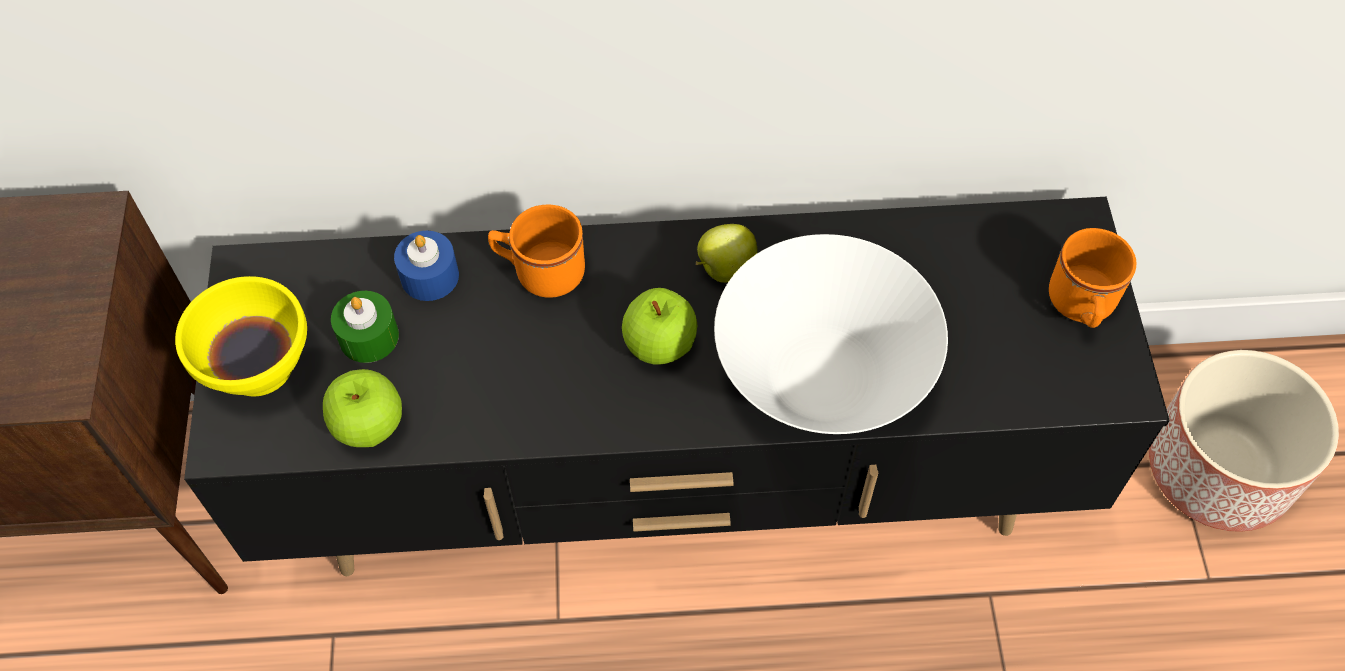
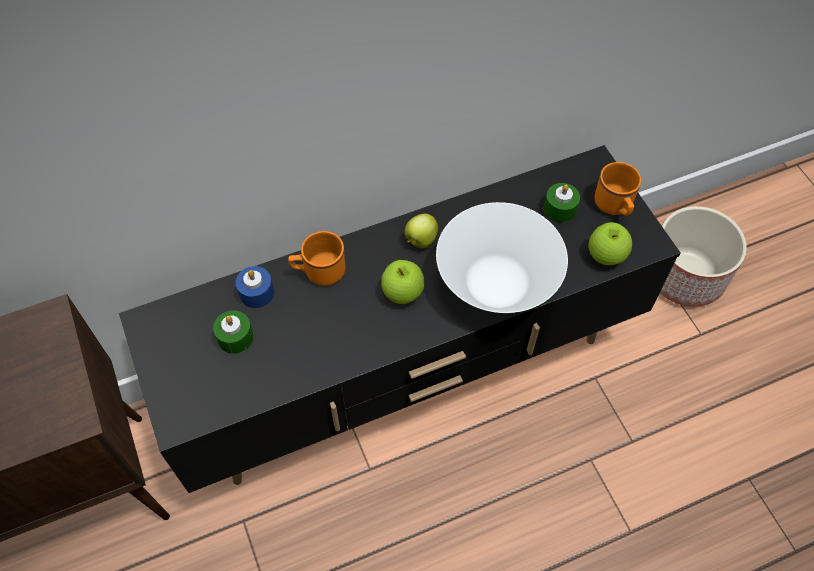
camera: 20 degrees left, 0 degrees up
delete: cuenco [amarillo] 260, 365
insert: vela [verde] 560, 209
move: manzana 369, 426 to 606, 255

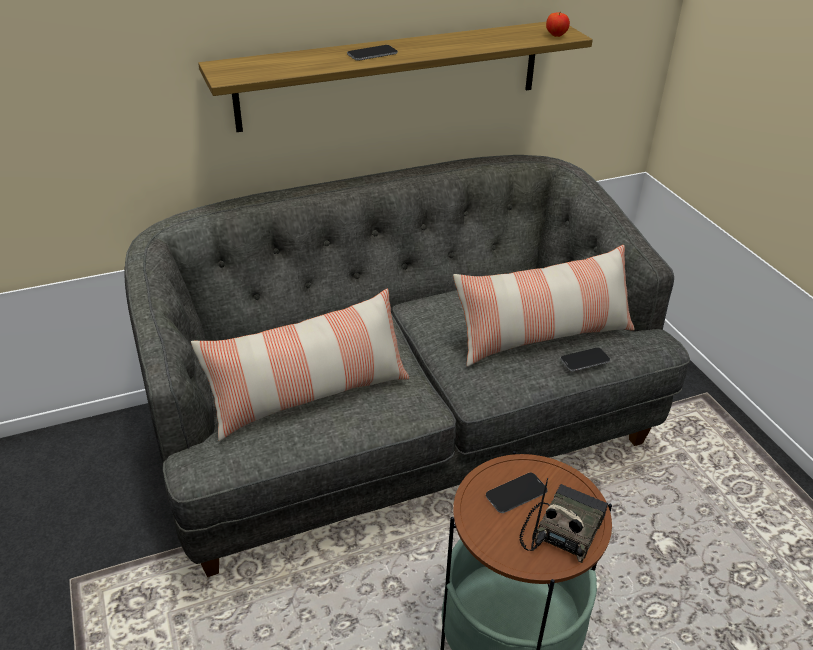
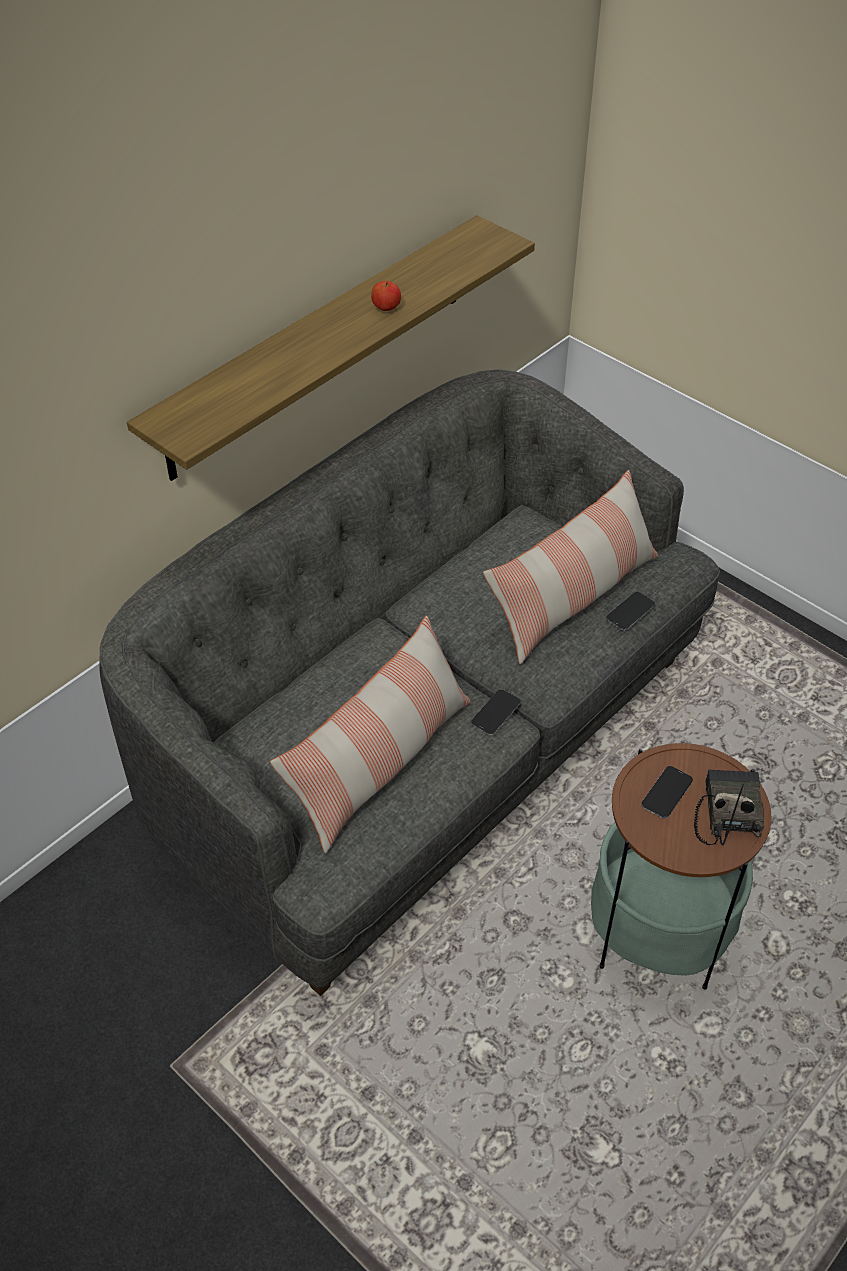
camera: 25 degrees left, 10 degrees up
move: móvil 372, 54 to 495, 713; manzana 556, 35 to 386, 308

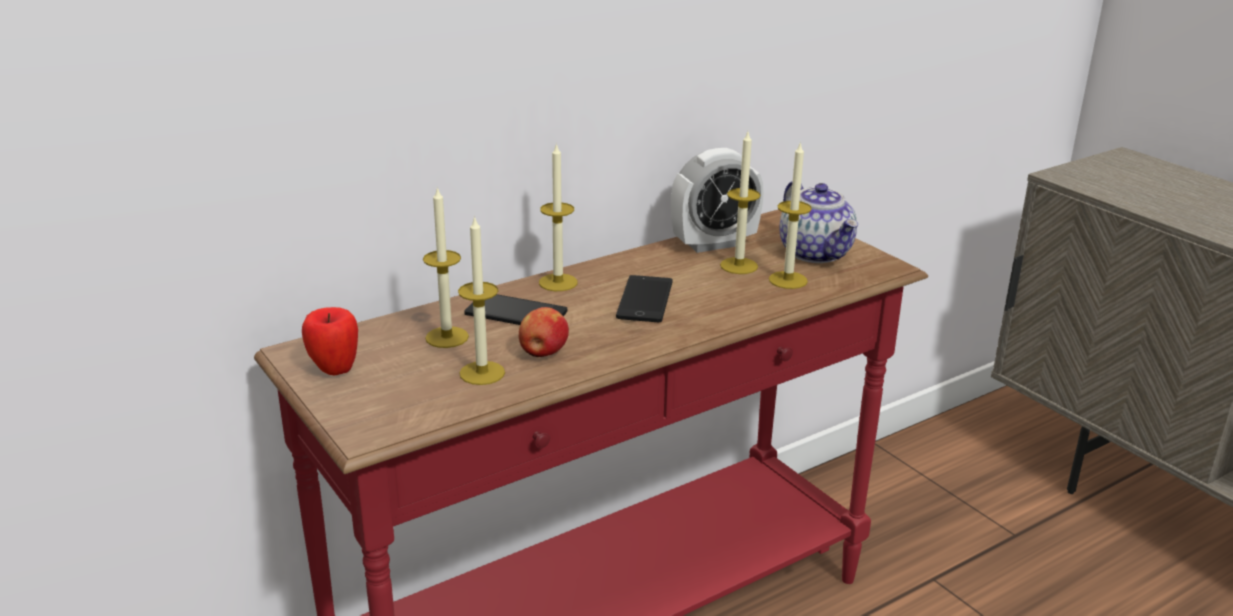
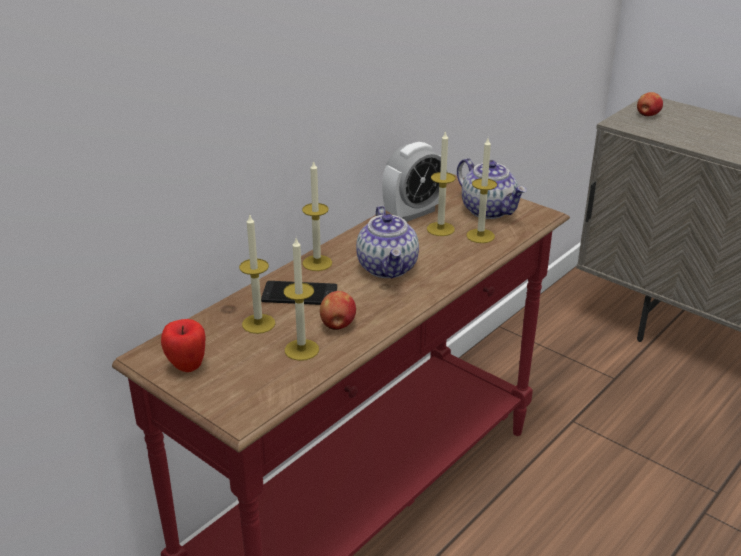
camera: 15 degrees left, 5 degrees up
insert: manzana 647, 115
replace: móvil 645, 300 to tetera 388, 268

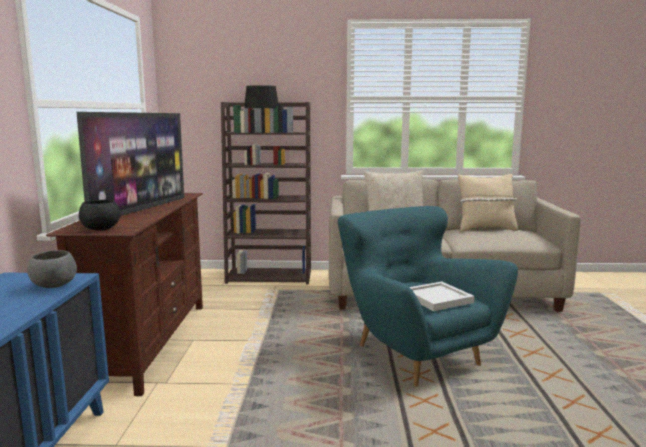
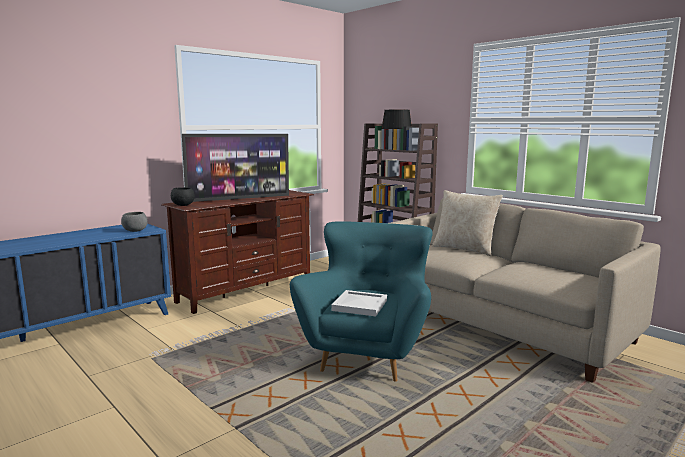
camera: 45 degrees right, 0 degrees up
delete: cojín [beis] 485, 229

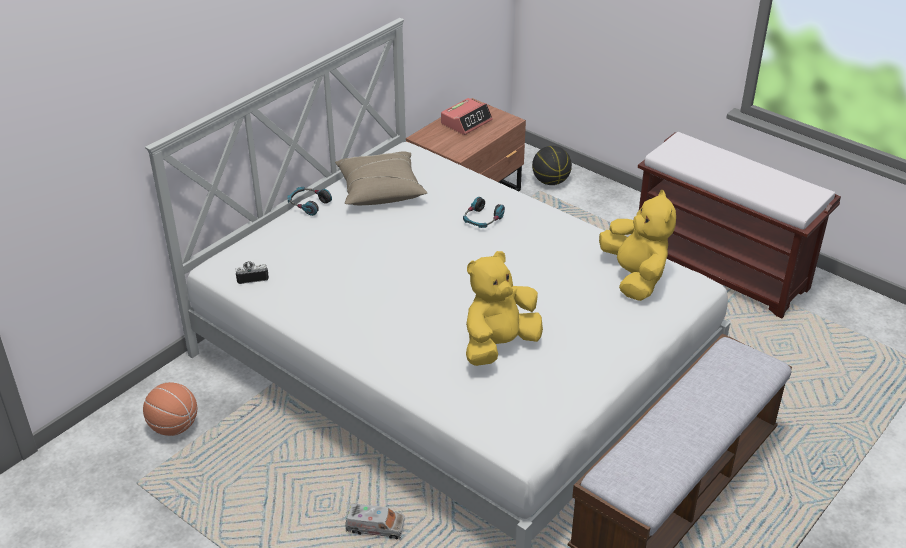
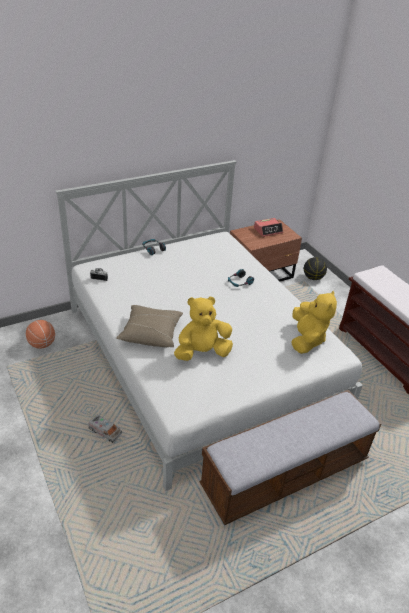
camera: 20 degrees right, 0 degrees up
move: cojín [beis] 380, 190 to 151, 333

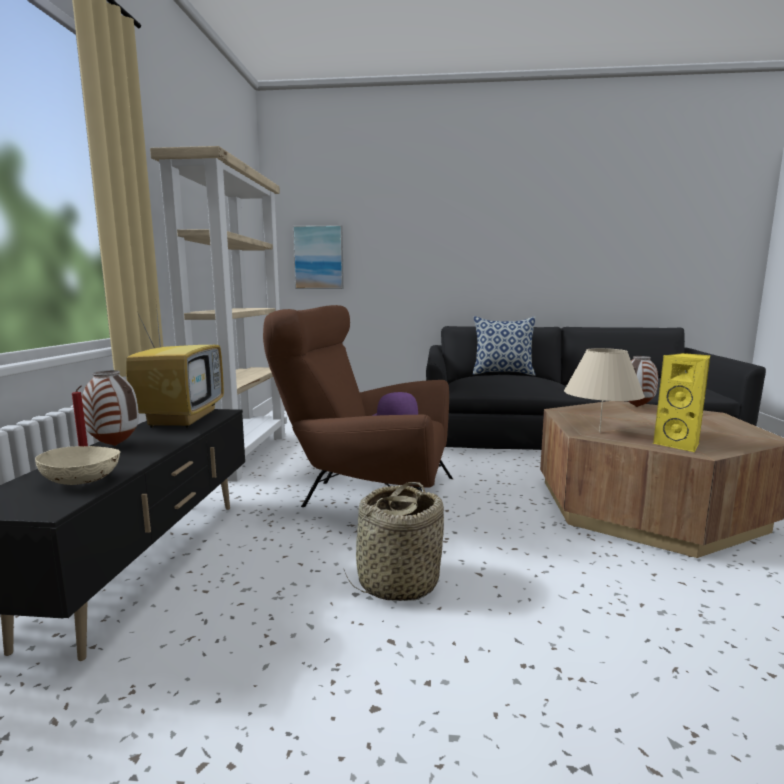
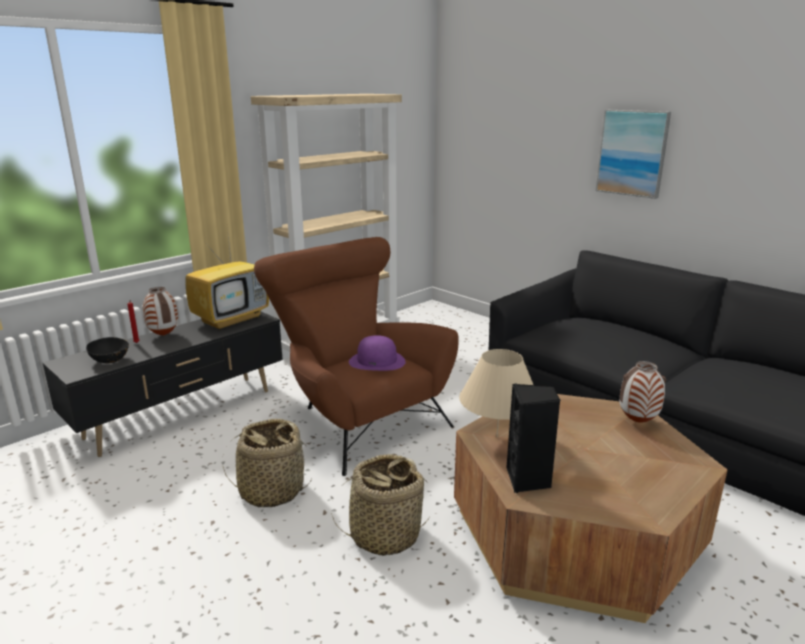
camera: 40 degrees right, 10 degrees up
delete: cojín 503, 373
insert: cesta 384, 534
move: cuadro 318, 257 to 632, 153
recolor: cuenco [beis] 83, 481 to cuenco [negro] 111, 360; altavoz [amarillo] 679, 444 to altavoz [negro] 528, 480

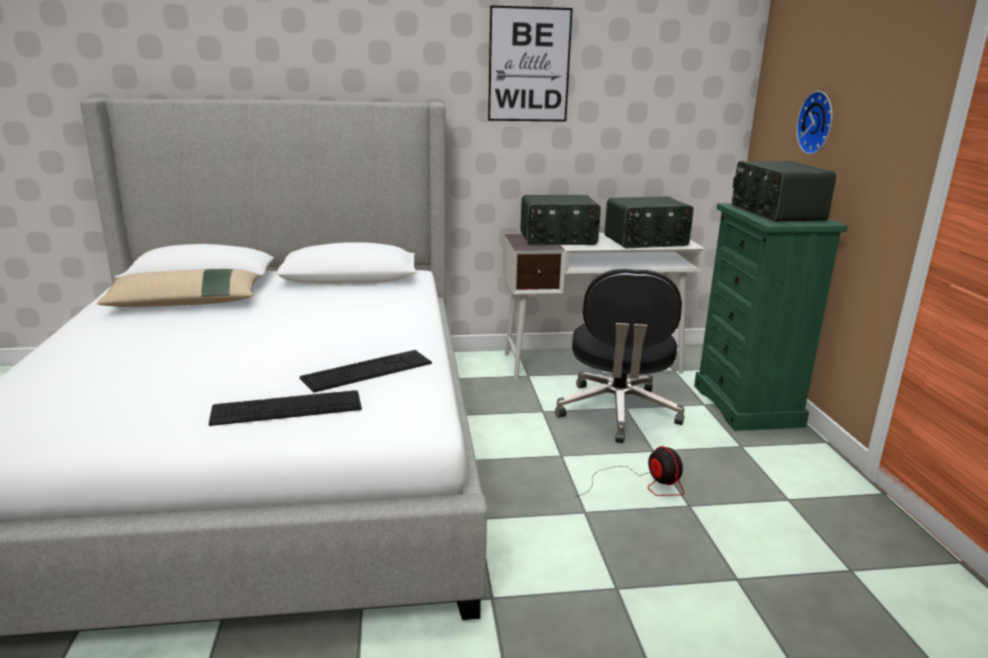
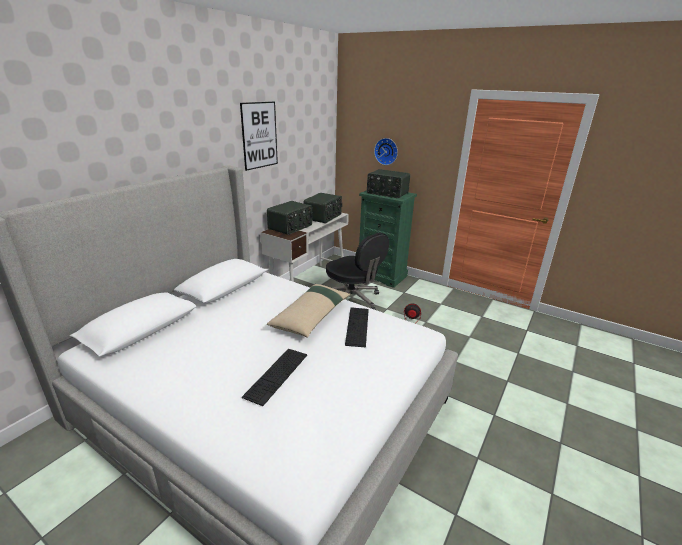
camera: 50 degrees left, 5 degrees up
move: cojín [beis] 185, 303 to 311, 316; teclado 287, 408 to 276, 375

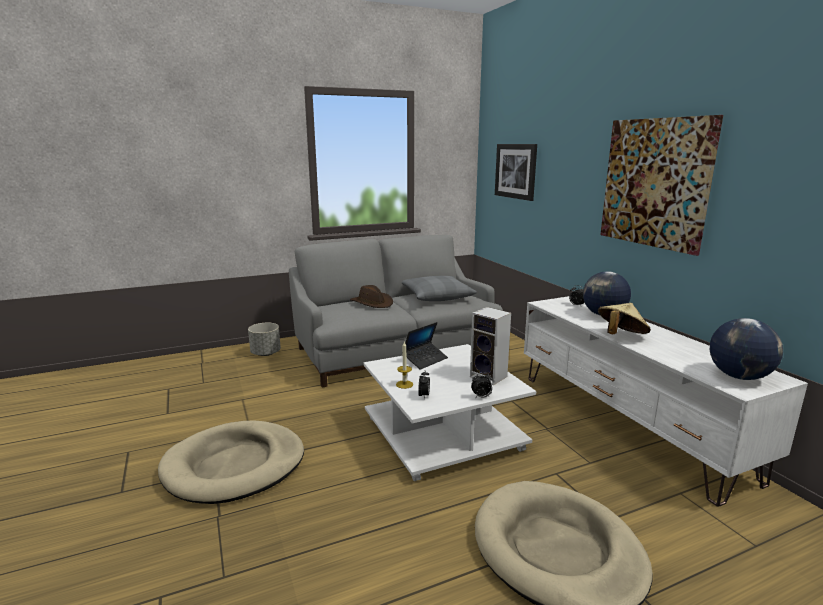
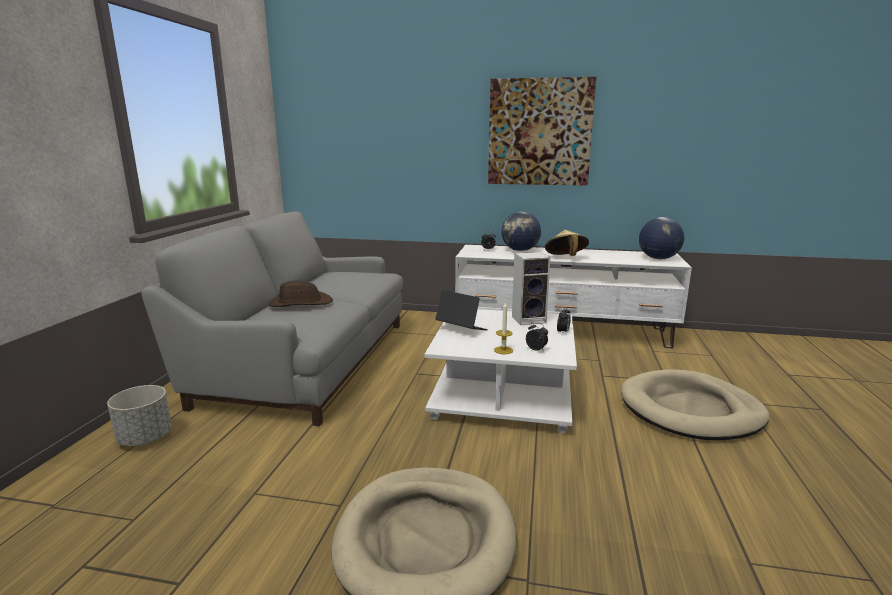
camera: 55 degrees left, 0 degrees up
delete: cojín [gris] 436, 296; cuadro 516, 171
rotate: portátil 425, 359 = 461, 329 45 degrees counterclockwise

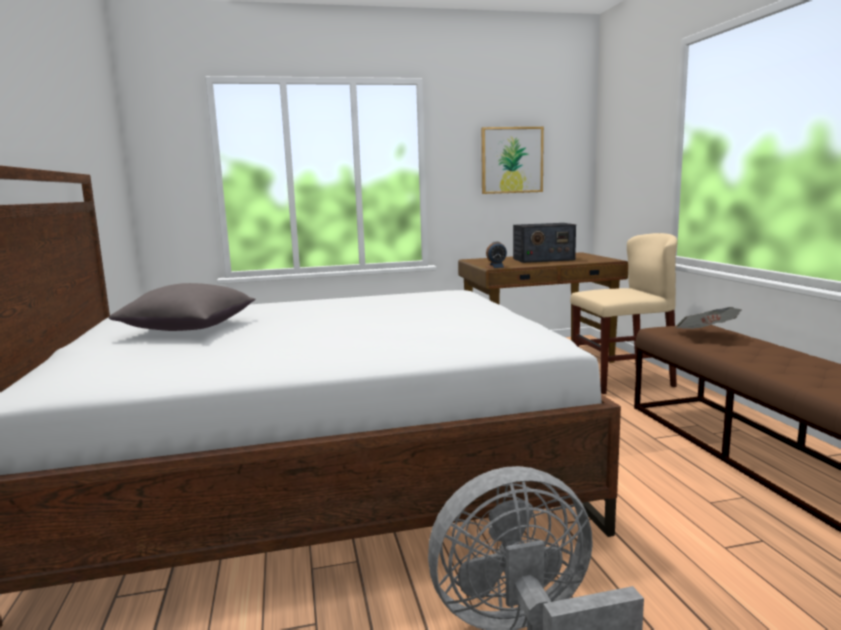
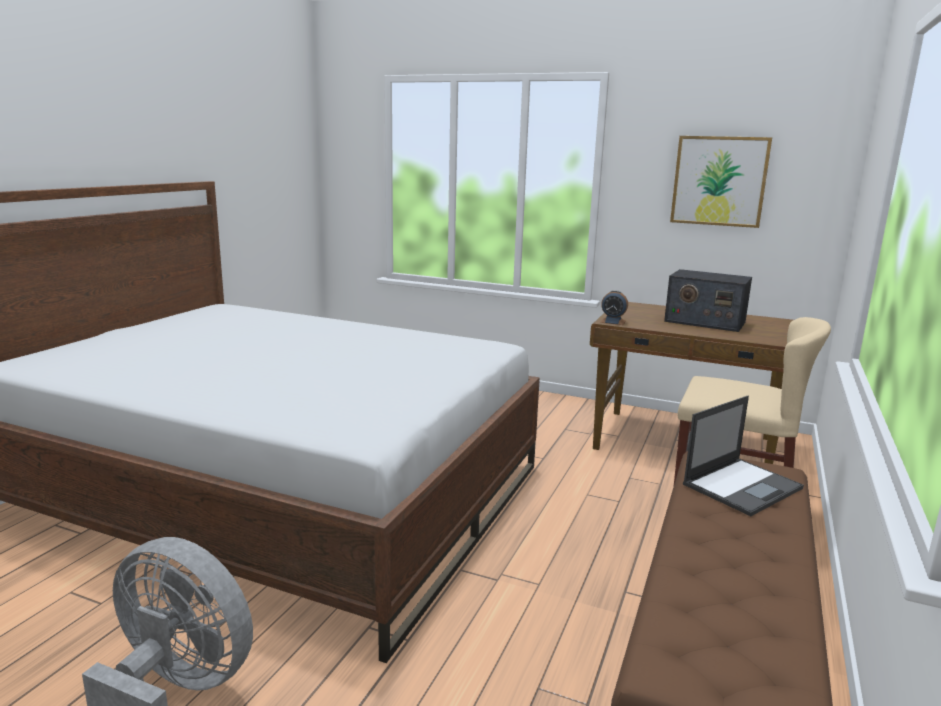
camera: 35 degrees right, 5 degrees up
delete: cojín [gris] 190, 329
replace: periódico 706, 335 to portátil 742, 486

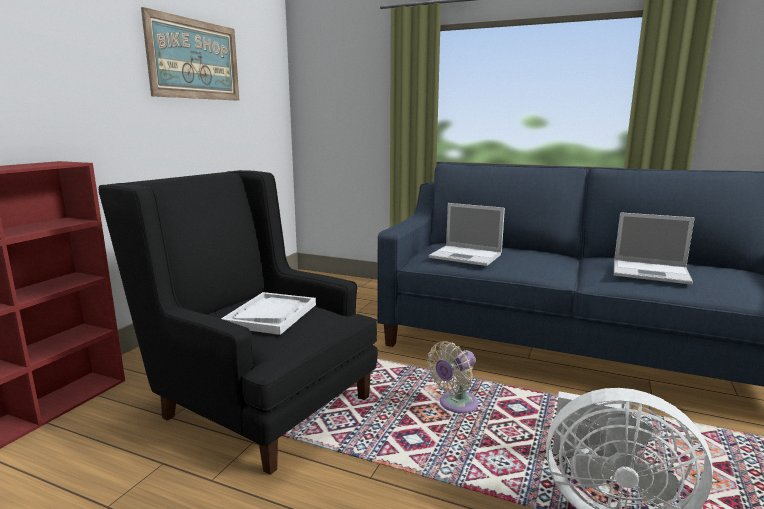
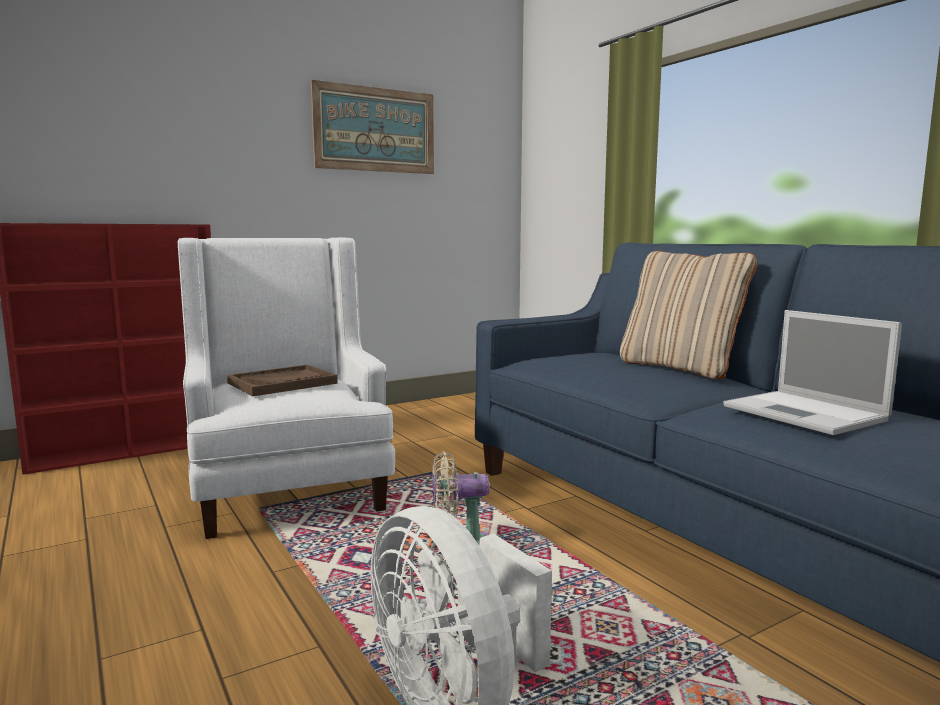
camera: 35 degrees right, 5 degrees down
delete: portátil 467, 256
insert: cojín [beis] 680, 368
recolor: sillón [negro] 256, 402 to sillón [blanco] 286, 485; bandeja [blanco] 271, 315 to bandeja [marrón] 282, 383

